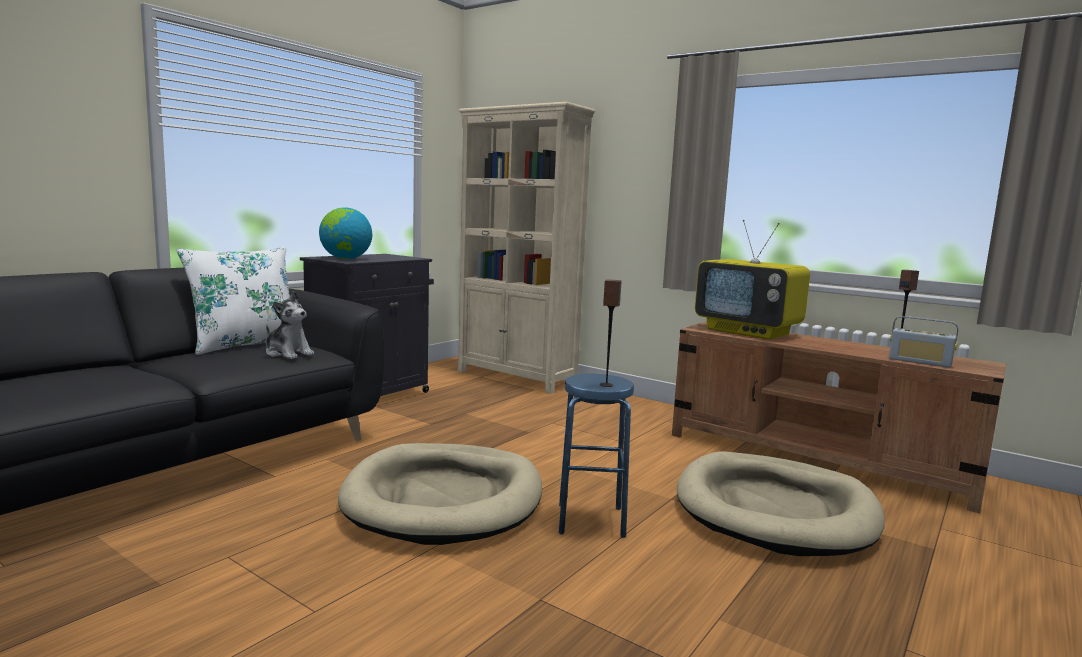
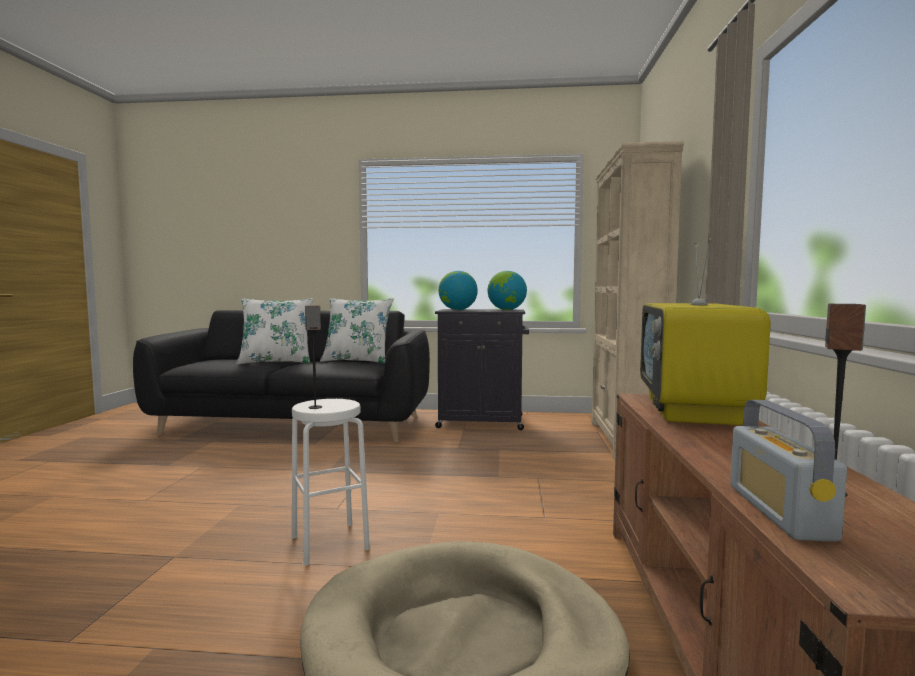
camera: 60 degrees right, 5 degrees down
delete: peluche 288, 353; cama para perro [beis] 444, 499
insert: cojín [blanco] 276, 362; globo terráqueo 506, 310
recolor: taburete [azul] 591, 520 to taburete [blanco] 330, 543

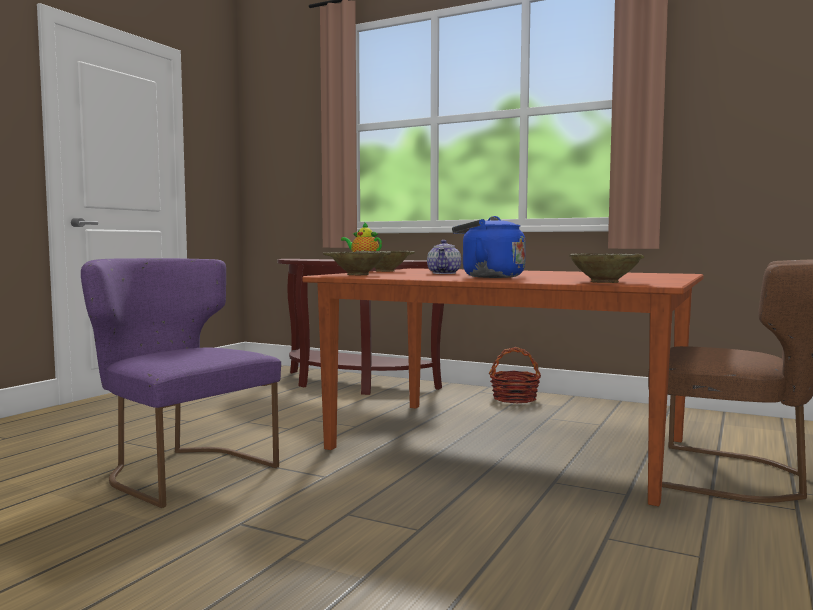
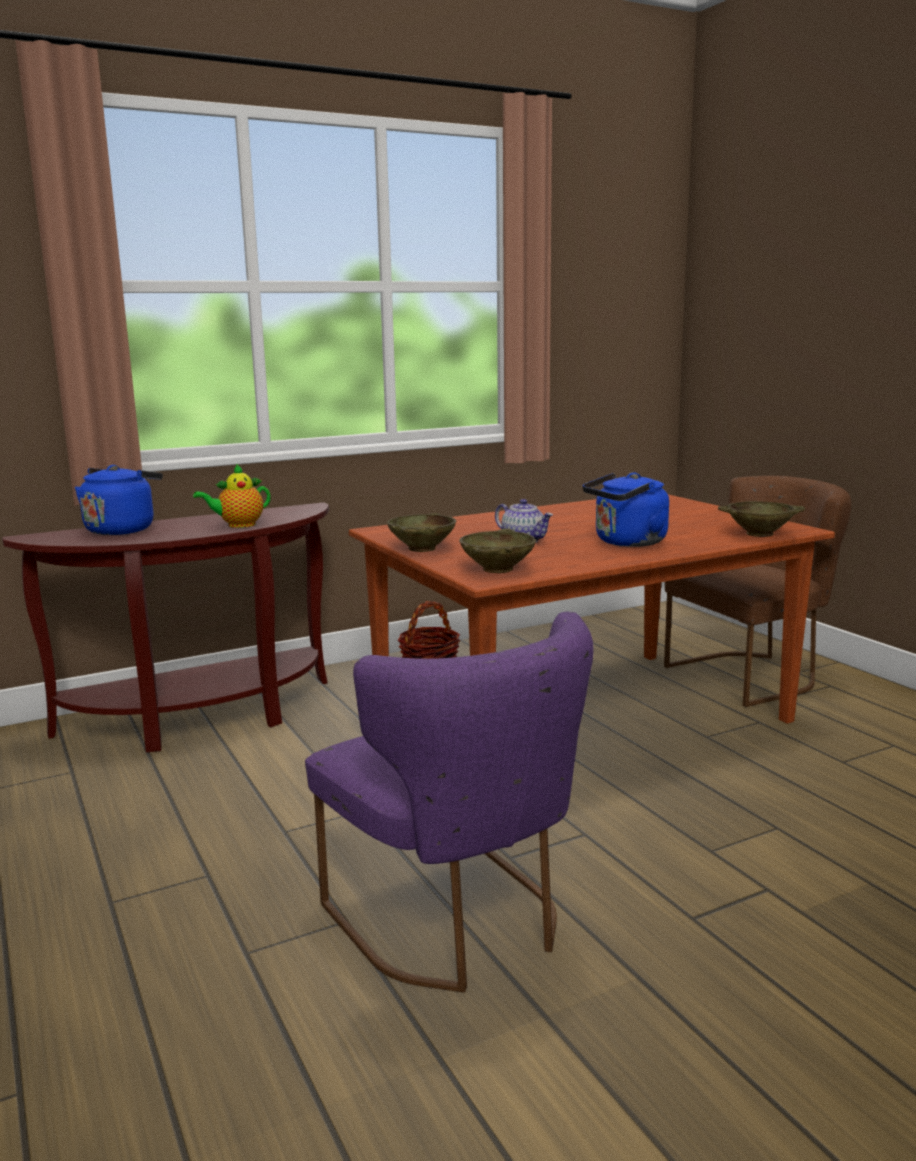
camera: 55 degrees left, 10 degrees up
insert: hervidor [azul] 122, 529
rotate: silla [morado] 180, 470 = 458, 924 105 degrees counterclockwise

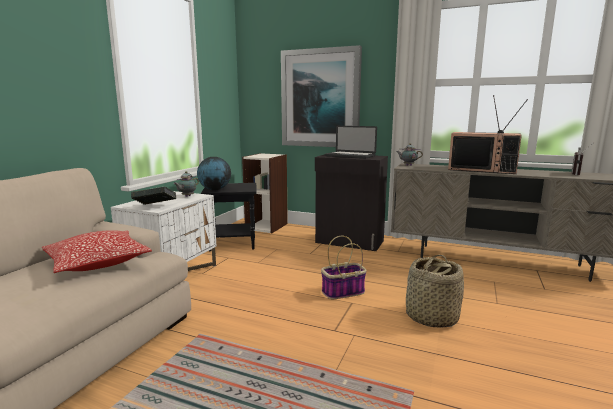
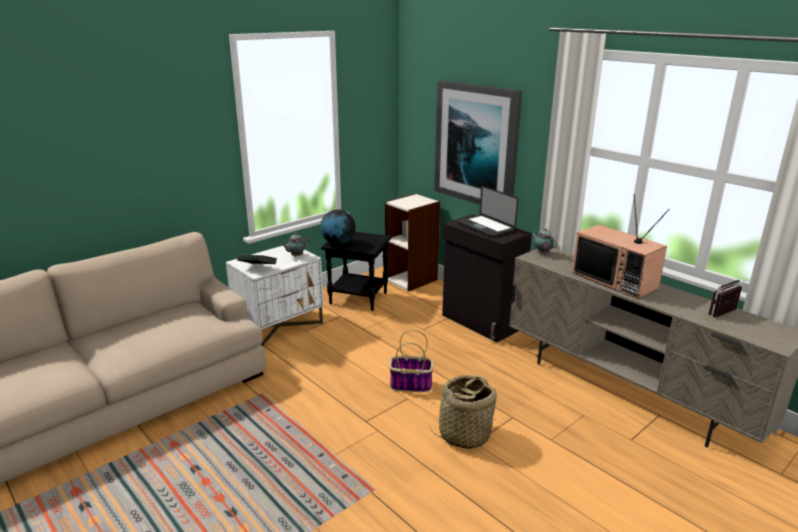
camera: 25 degrees right, 10 degrees up
delete: cojín 98, 263

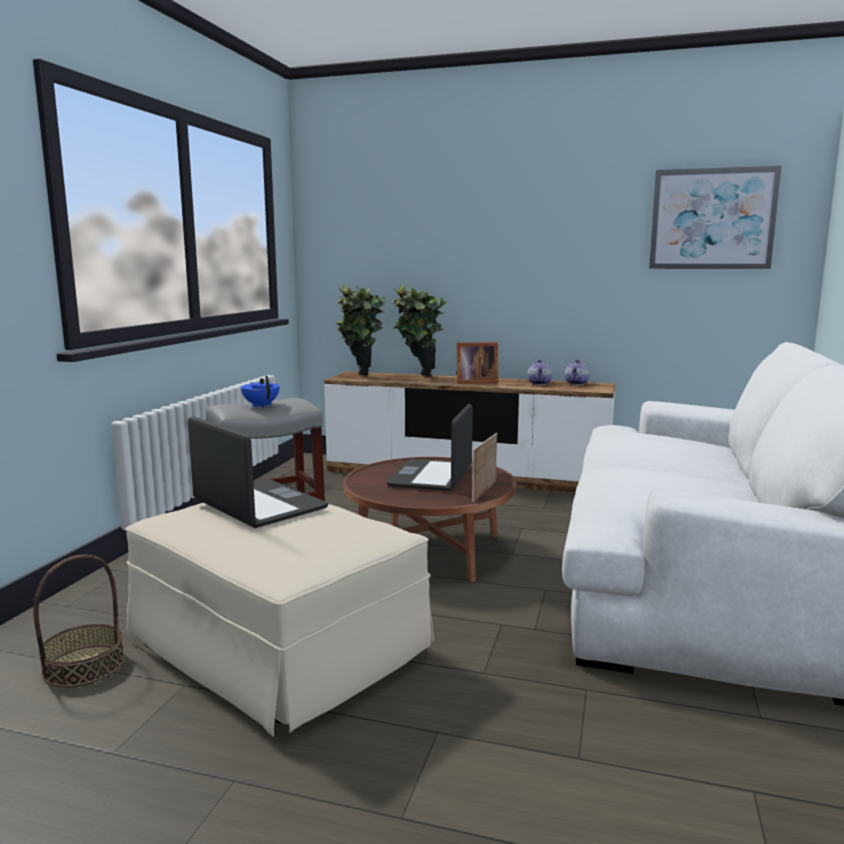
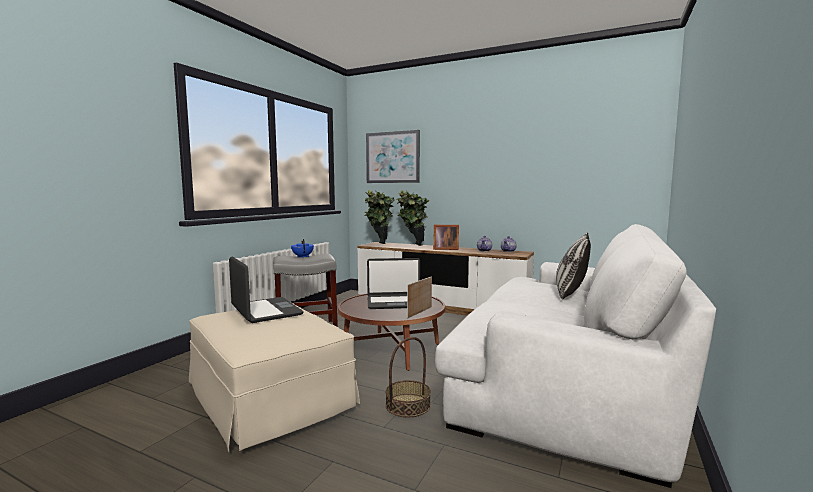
camera: 10 degrees right, 5 degrees down
insert: cojín 571, 293
move: cesta 84, 666 to 408, 405; cuadro 712, 219 to 392, 157
rotate: portátil 432, 477 = 395, 303 120 degrees counterclockwise

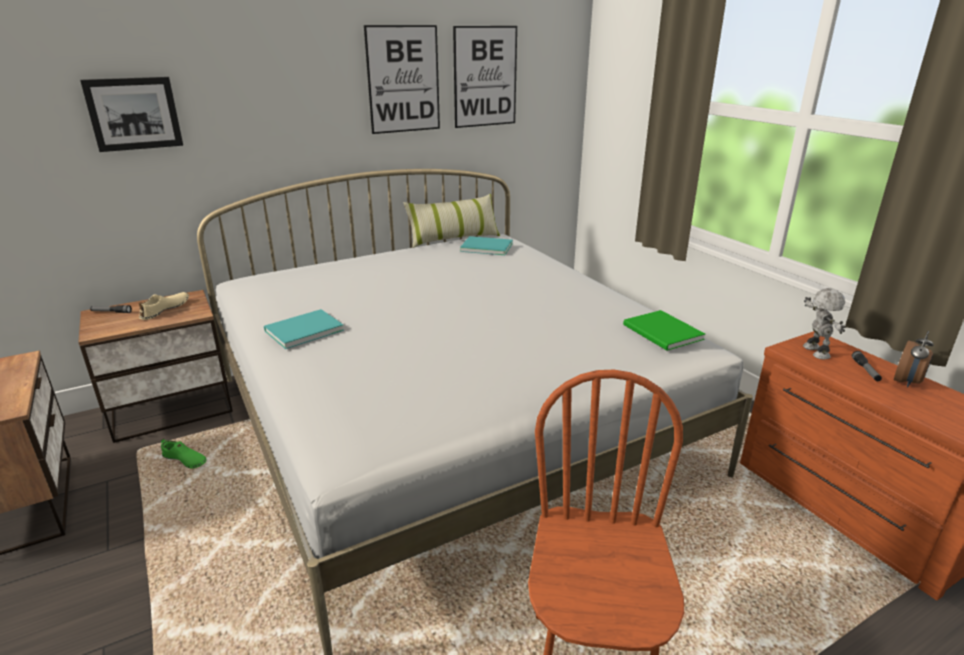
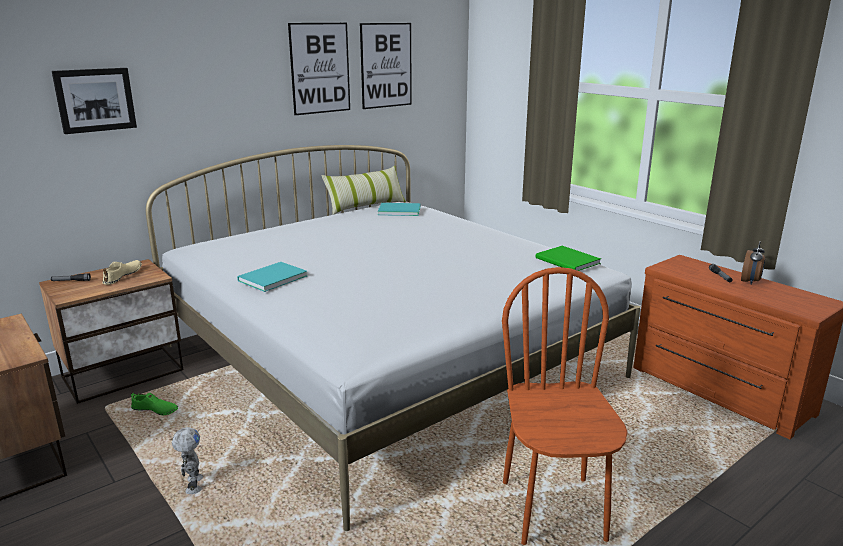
camera: 10 degrees left, 5 degrees down
move: robot de juguete 814, 352 to 193, 485

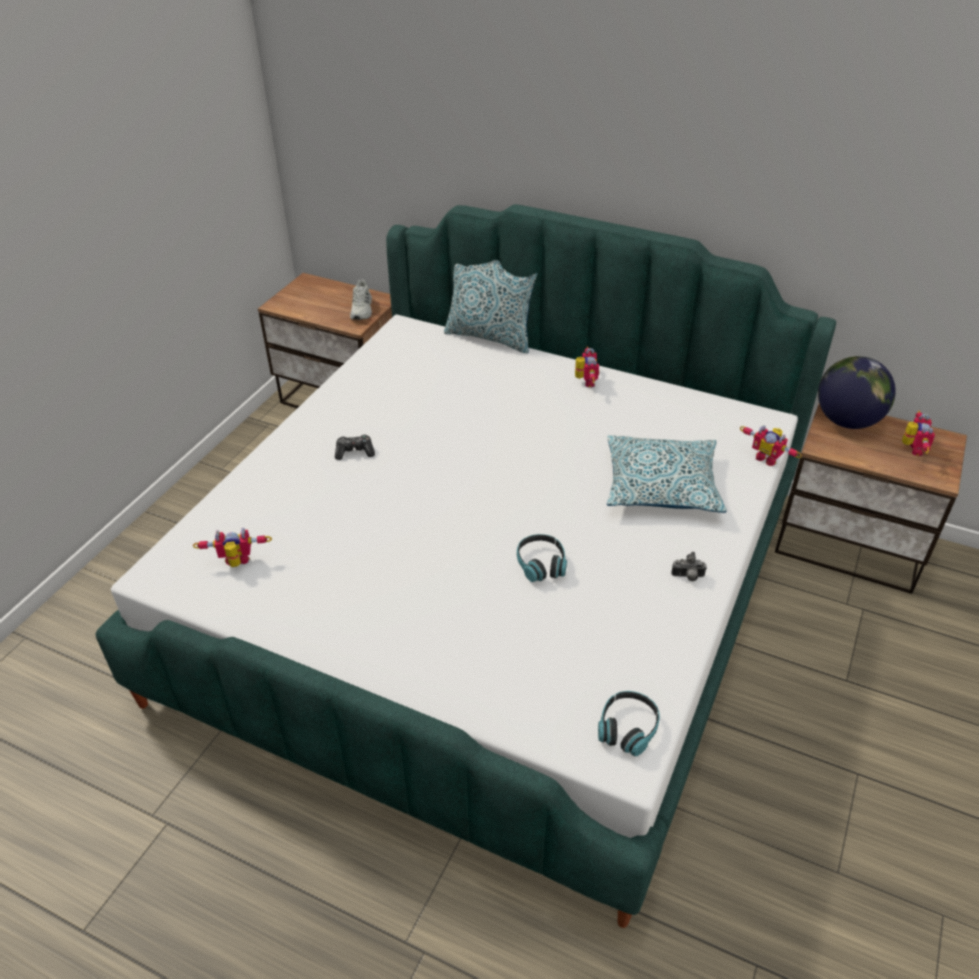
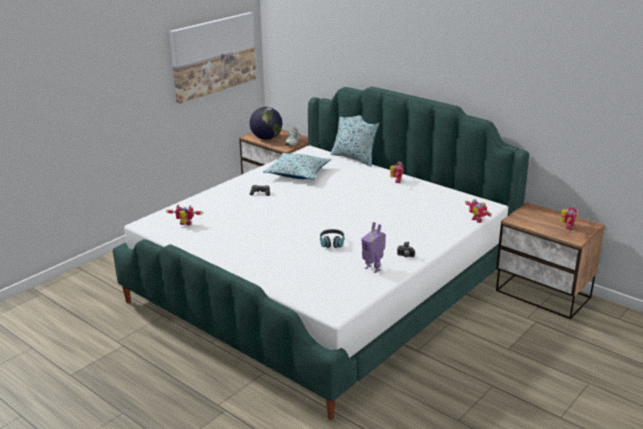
camera: 15 degrees right, 15 degrees down
delete: auriculares 627, 728
insert: cuadro 213, 56; robot de juguete 373, 268
move: cojín 661, 485 to 298, 173; globo terráqueo 847, 421 to 266, 138

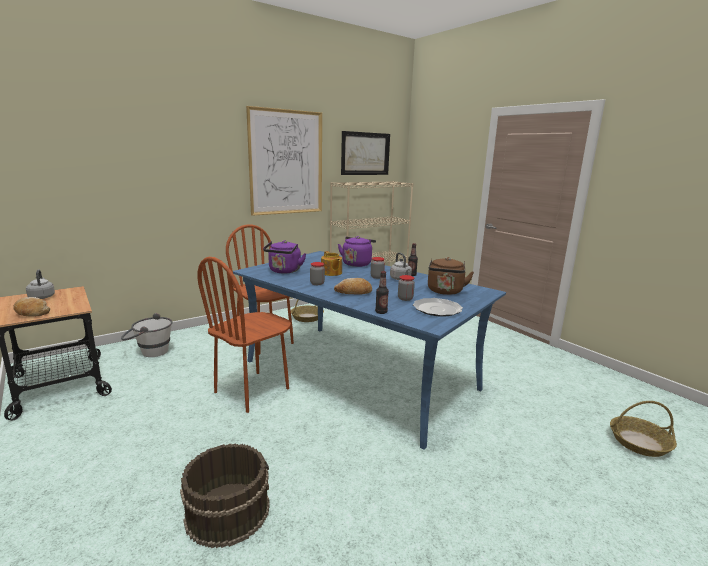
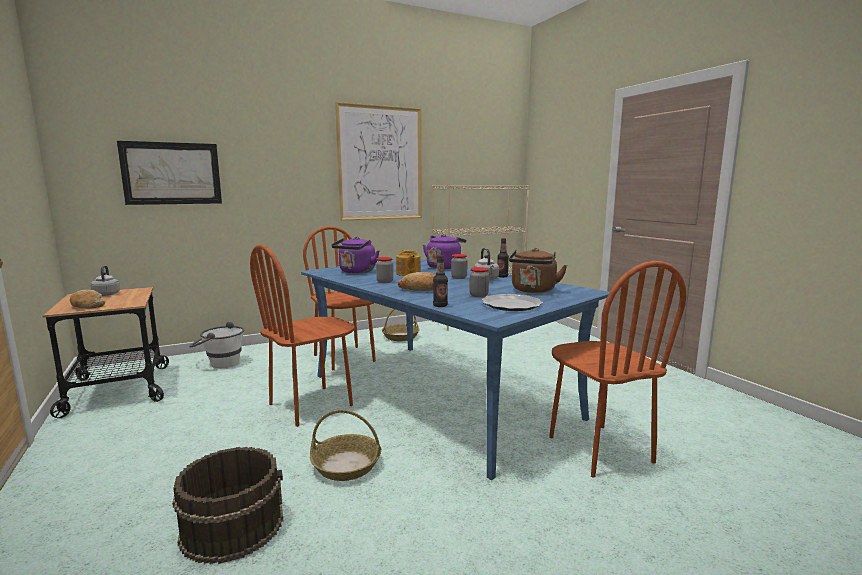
camera: 10 degrees right, 5 degrees down
insert: silla [marrón] 599, 449
move: cuadro 365, 153 to 172, 173; cesta 639, 442 to 346, 465

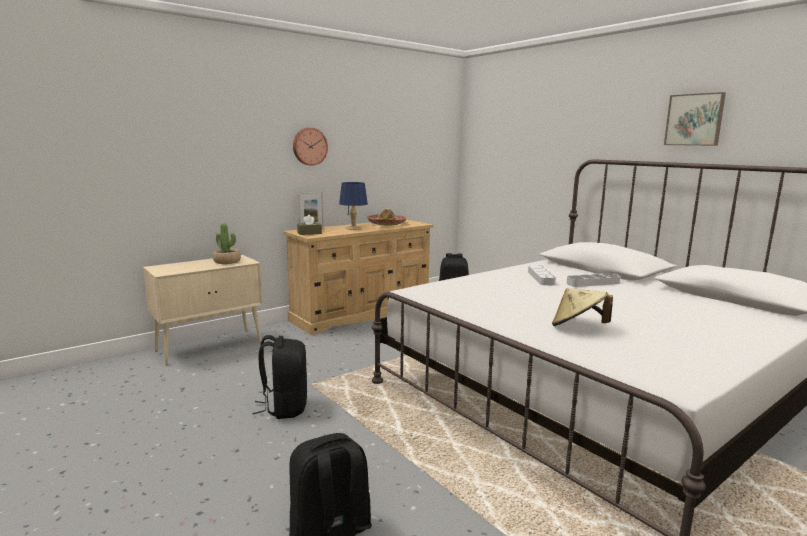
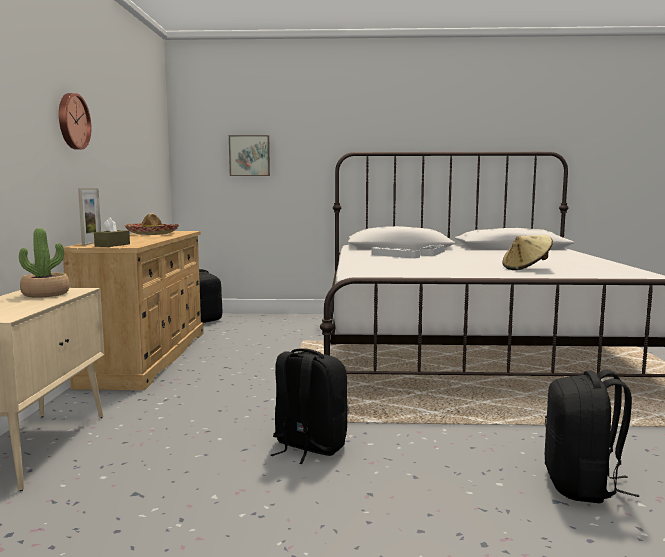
camera: 50 degrees left, 5 degrees down
delete: lámpara de mesa [azul] 354, 228
move: cuadro 694, 120 to 249, 156

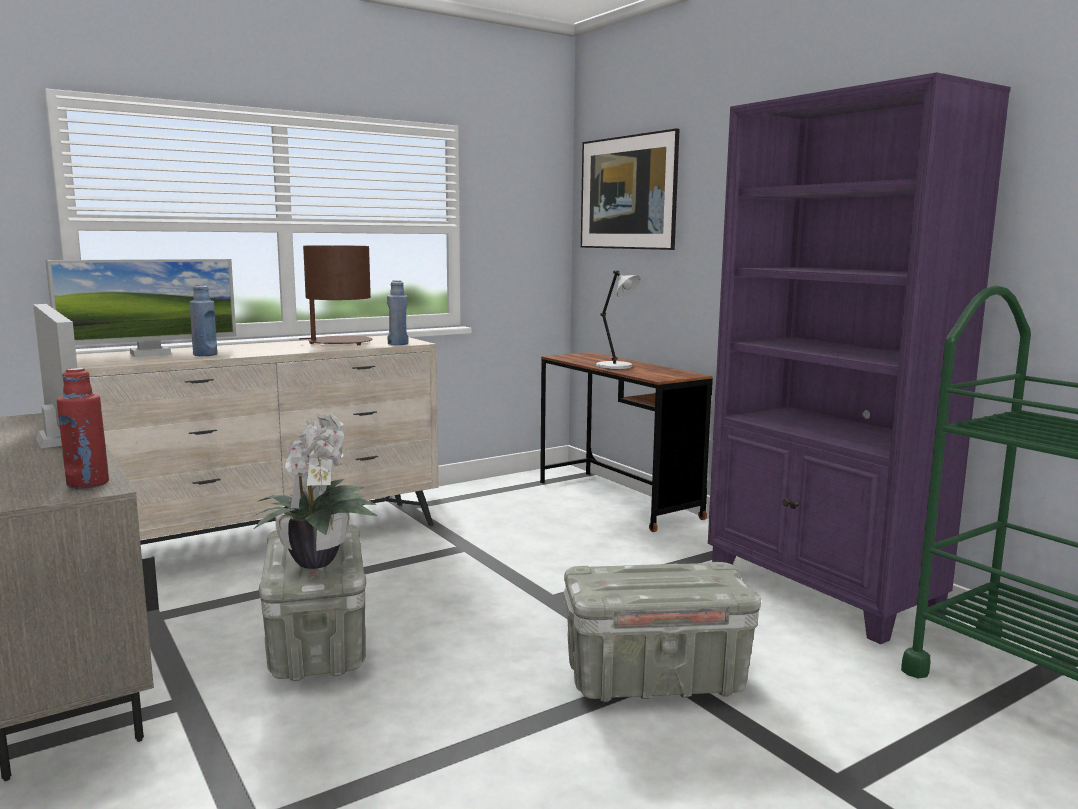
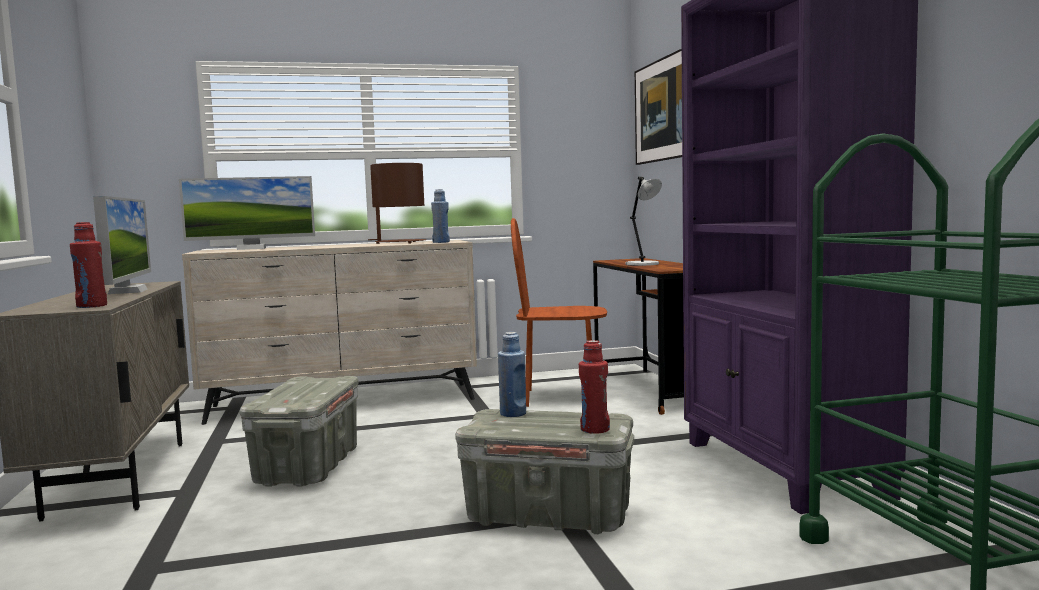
camera: 20 degrees right, 5 degrees down
delete: planta en maceta 318, 560
insert: silla [marrón] 560, 397; botella [rojo] 594, 429
move: botella [azul] 205, 355 to 513, 414

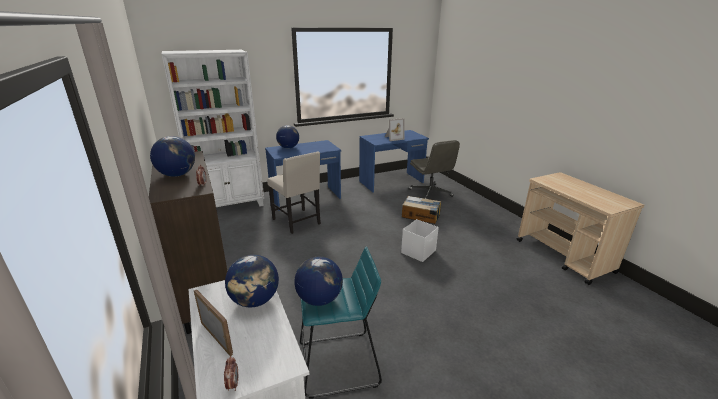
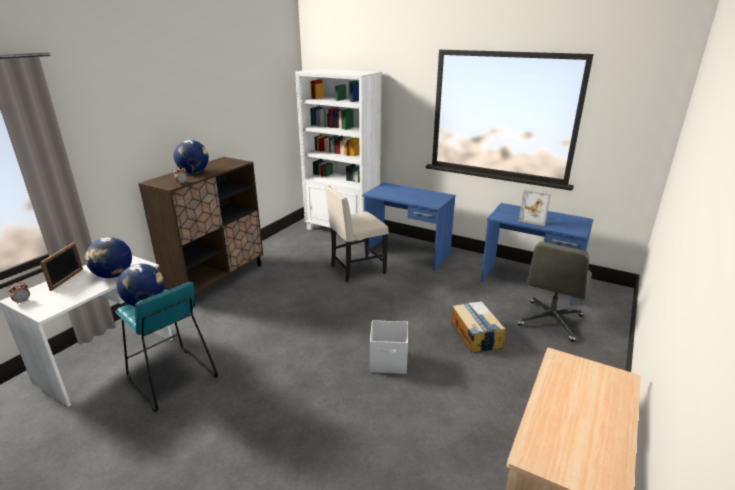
camera: 55 degrees right, 0 degrees up
delete: globo terráqueo 288, 147
rotate: silla [beis] 297, 222 = 356, 270 45 degrees clockwise

